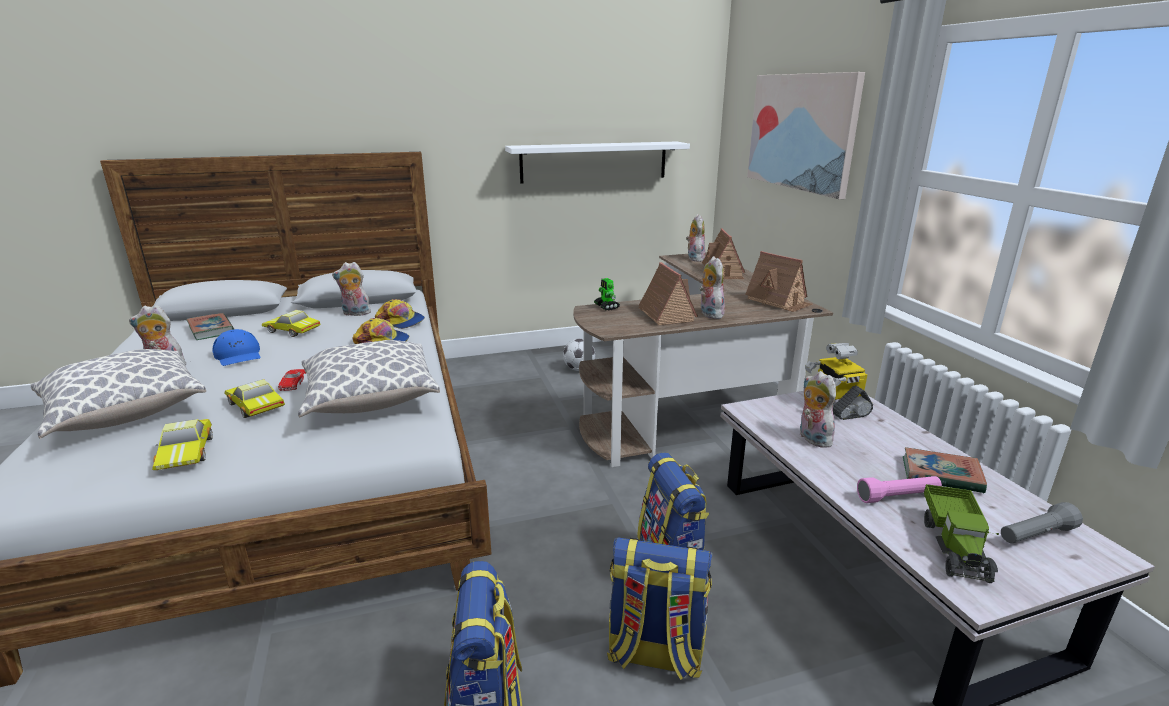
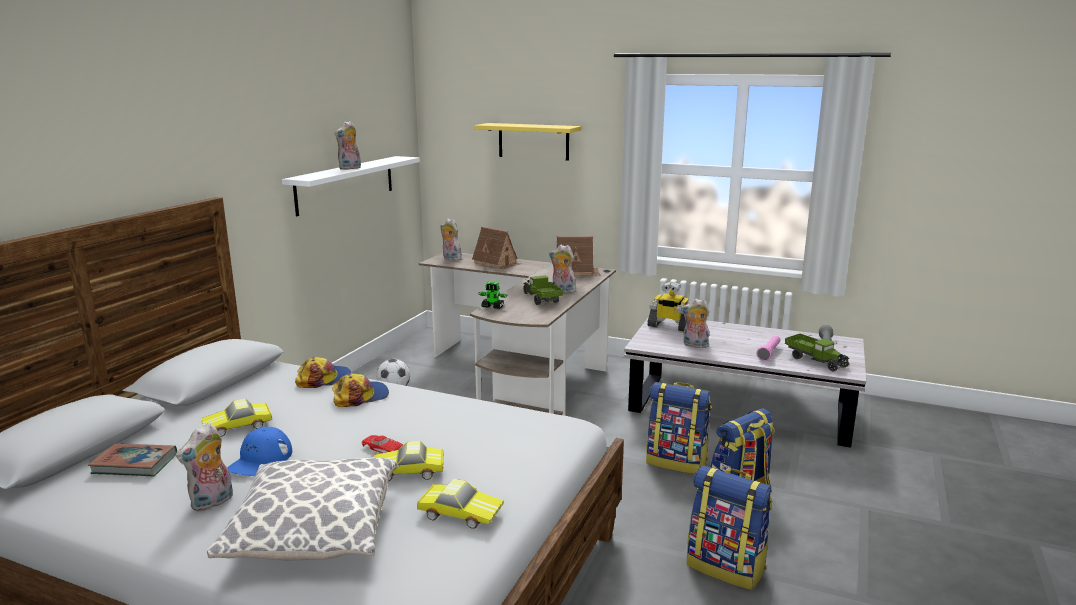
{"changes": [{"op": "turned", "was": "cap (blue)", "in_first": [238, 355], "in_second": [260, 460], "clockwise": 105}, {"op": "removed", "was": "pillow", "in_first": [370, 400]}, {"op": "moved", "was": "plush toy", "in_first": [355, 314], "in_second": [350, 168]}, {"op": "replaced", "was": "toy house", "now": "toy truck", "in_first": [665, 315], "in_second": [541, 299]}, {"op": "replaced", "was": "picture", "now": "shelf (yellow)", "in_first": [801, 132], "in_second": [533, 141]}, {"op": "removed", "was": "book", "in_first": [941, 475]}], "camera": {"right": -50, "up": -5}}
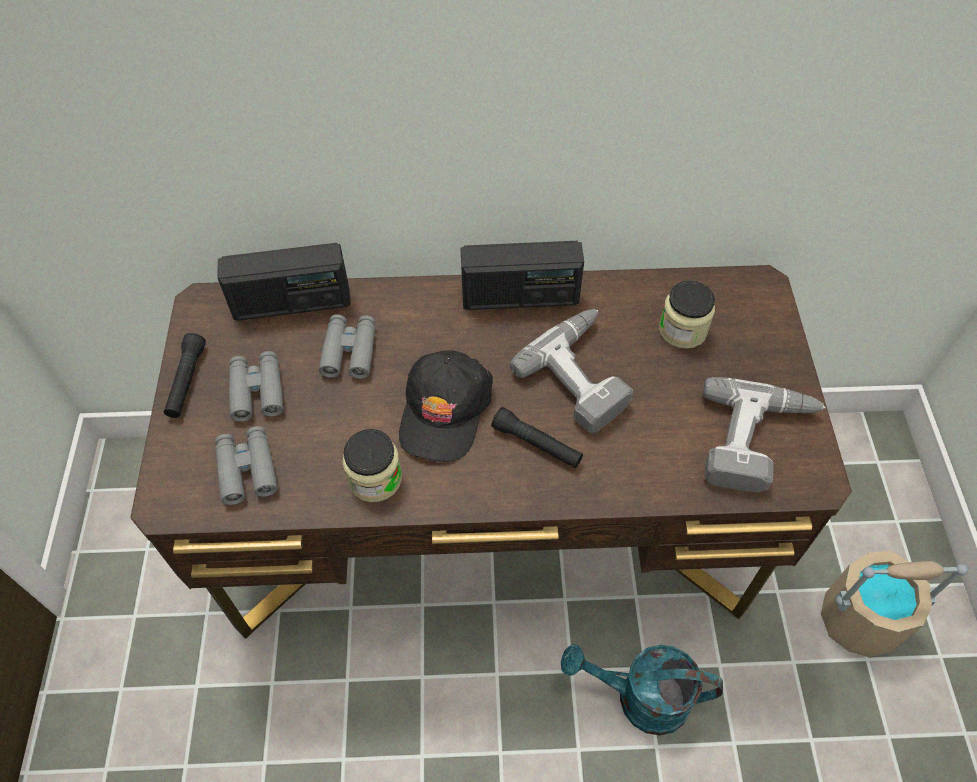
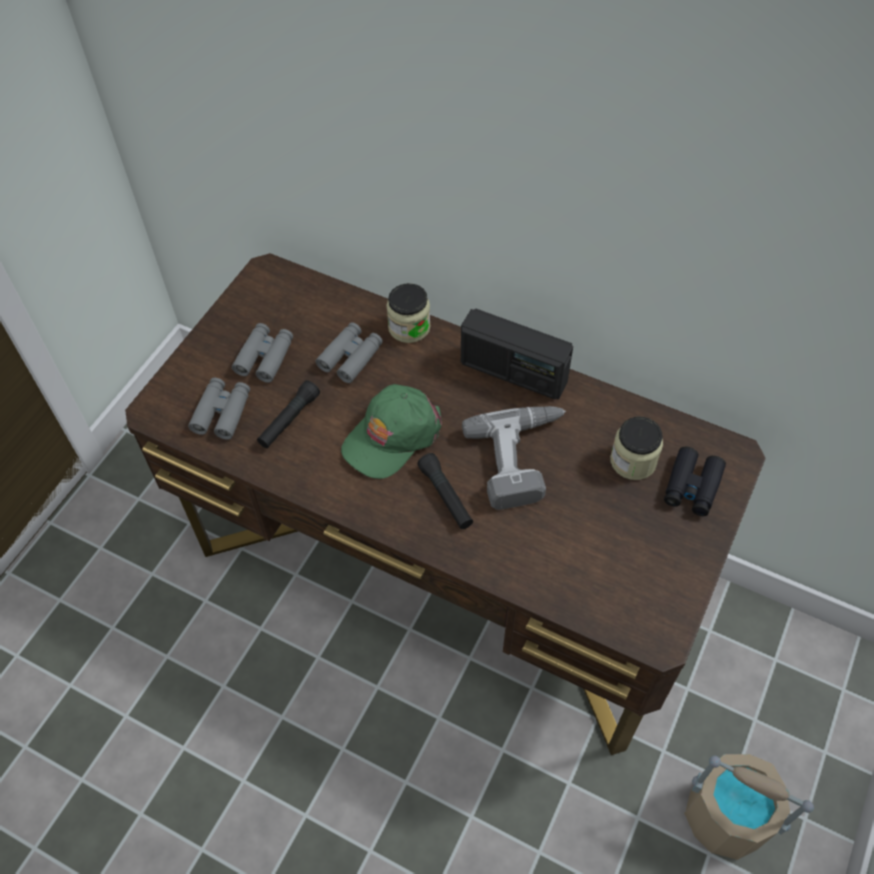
{"changes": [{"op": "moved", "was": "flashlight (black)", "in_first": [186, 381], "in_second": [289, 420]}, {"op": "removed", "was": "radio", "in_first": [292, 303]}, {"op": "moved", "was": "jar", "in_first": [375, 479], "in_second": [409, 327]}, {"op": "recoloured", "was": "cap (black)", "now": "cap (green)", "in_first": [444, 411], "in_second": [391, 436]}, {"op": "removed", "was": "watering can (turquoise)", "in_first": [639, 698]}, {"op": "removed", "was": "power drill", "in_first": [758, 442]}, {"op": "added", "now": "binoculars (black)", "in_second": [692, 486]}], "camera": {"right": 30, "up": 0}}
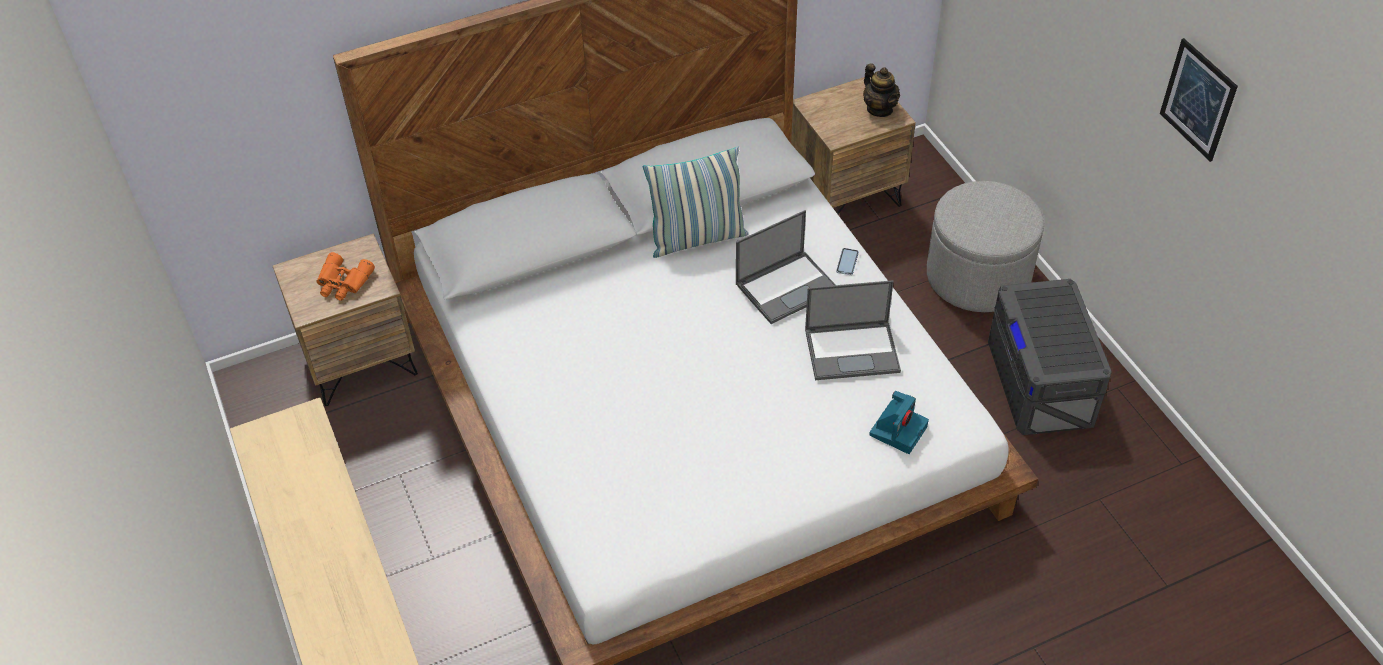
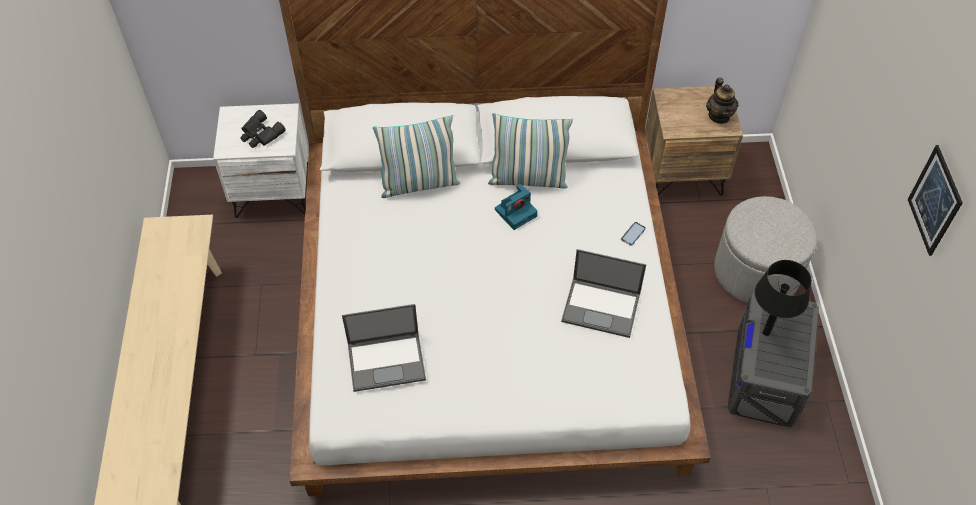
{"changes": [{"op": "recoloured", "was": "nightstand (brown)", "now": "nightstand (white)", "in_first": [360, 361], "in_second": [273, 191]}, {"op": "recoloured", "was": "binoculars (orange)", "now": "binoculars (black)", "in_first": [343, 283], "in_second": [260, 135]}, {"op": "moved", "was": "laptop", "in_first": [787, 286], "in_second": [387, 360]}, {"op": "moved", "was": "photo camera", "in_first": [898, 430], "in_second": [516, 212]}, {"op": "added", "now": "pillow", "in_second": [419, 184]}, {"op": "added", "now": "table lamp (black)", "in_second": [765, 332]}], "camera": {"right": 20, "up": 5}}
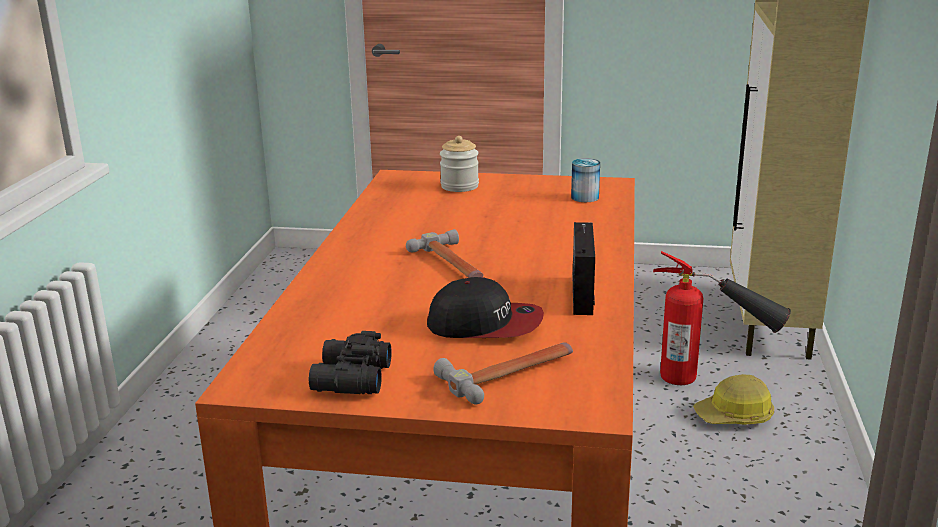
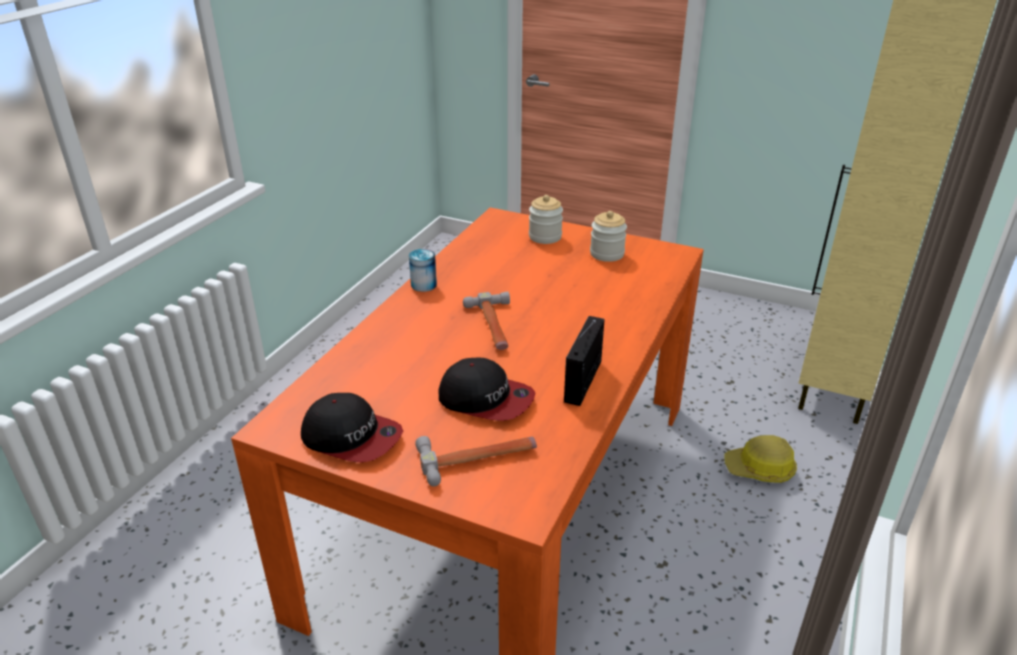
{"changes": [{"op": "replaced", "was": "binoculars (black)", "now": "cap", "in_first": [349, 379], "in_second": [352, 437]}, {"op": "moved", "was": "can", "in_first": [585, 197], "in_second": [423, 285]}, {"op": "removed", "was": "fire extinguisher", "in_first": [712, 380]}, {"op": "added", "now": "jar", "in_second": [607, 254]}], "camera": {"right": 15, "up": 10}}
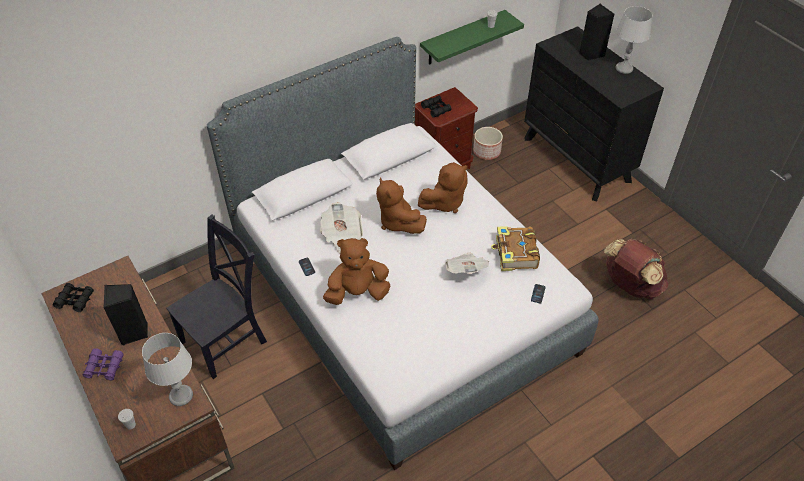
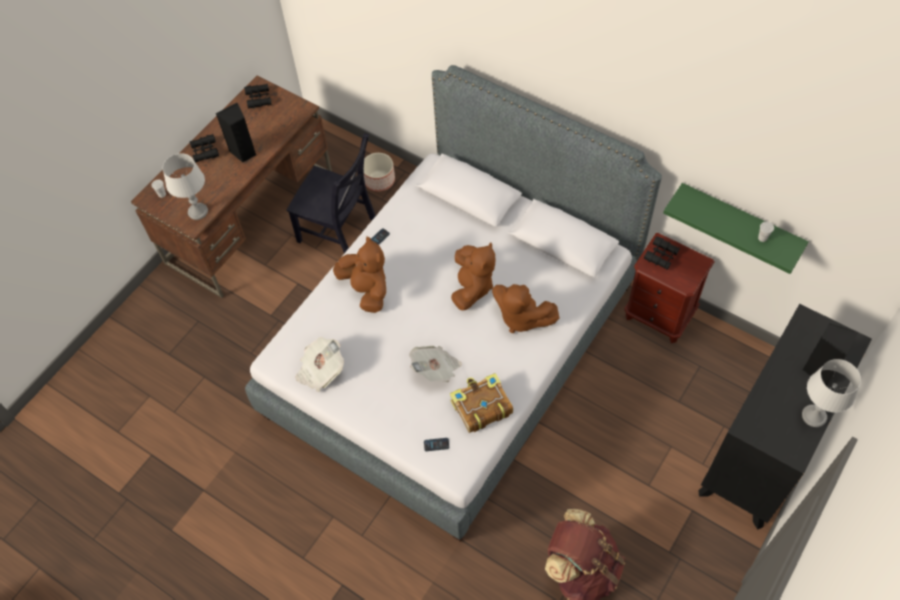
{"changes": [{"op": "recoloured", "was": "binoculars (purple)", "now": "binoculars (black)", "in_first": [104, 367], "in_second": [205, 151]}, {"op": "moved", "was": "newspaper", "in_first": [342, 236], "in_second": [320, 370]}, {"op": "turned", "was": "plush toy (brown)", "in_first": [398, 222], "in_second": [472, 287], "clockwise": 150}, {"op": "moved", "was": "planter", "in_first": [486, 151], "in_second": [379, 180]}], "camera": {"right": 70, "up": 10}}
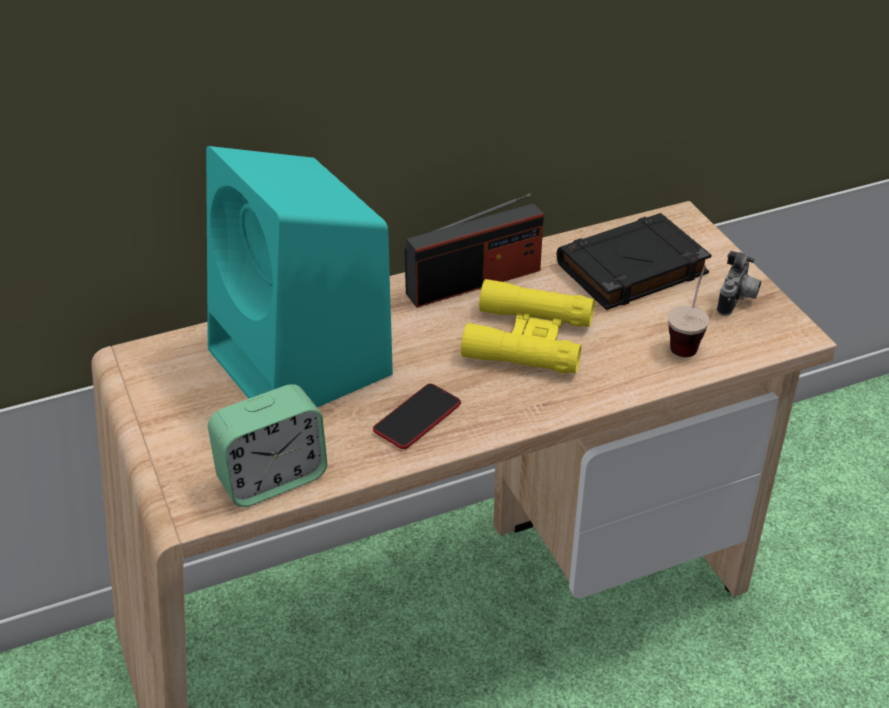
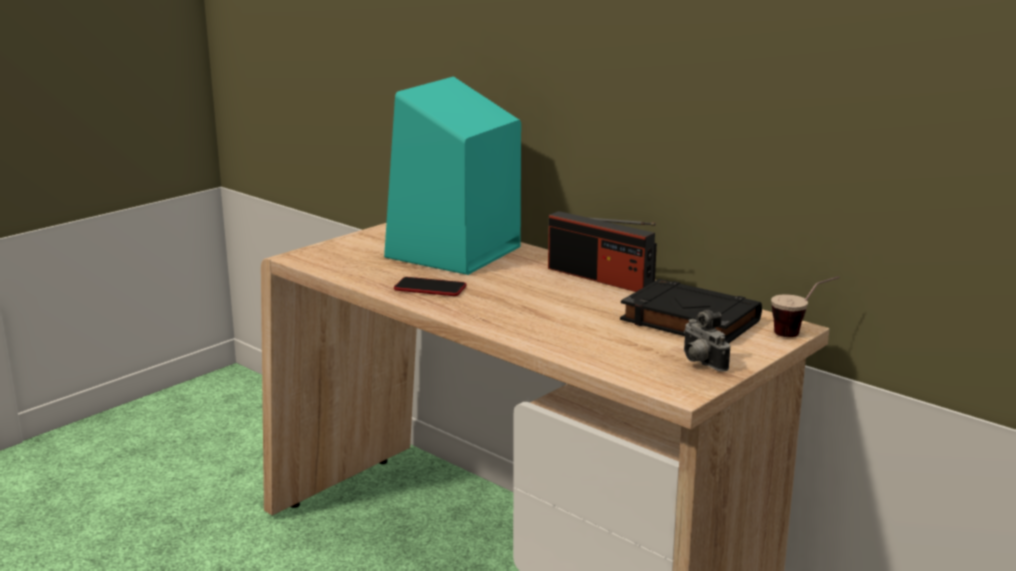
{"changes": [{"op": "removed", "was": "alarm clock", "in_first": [272, 479]}, {"op": "removed", "was": "binoculars (yellow)", "in_first": [528, 339]}, {"op": "moved", "was": "cup", "in_first": [687, 339], "in_second": [801, 333]}, {"op": "turned", "was": "photo camera", "in_first": [737, 301], "in_second": [700, 363], "clockwise": 60}], "camera": {"right": 65, "up": -20}}
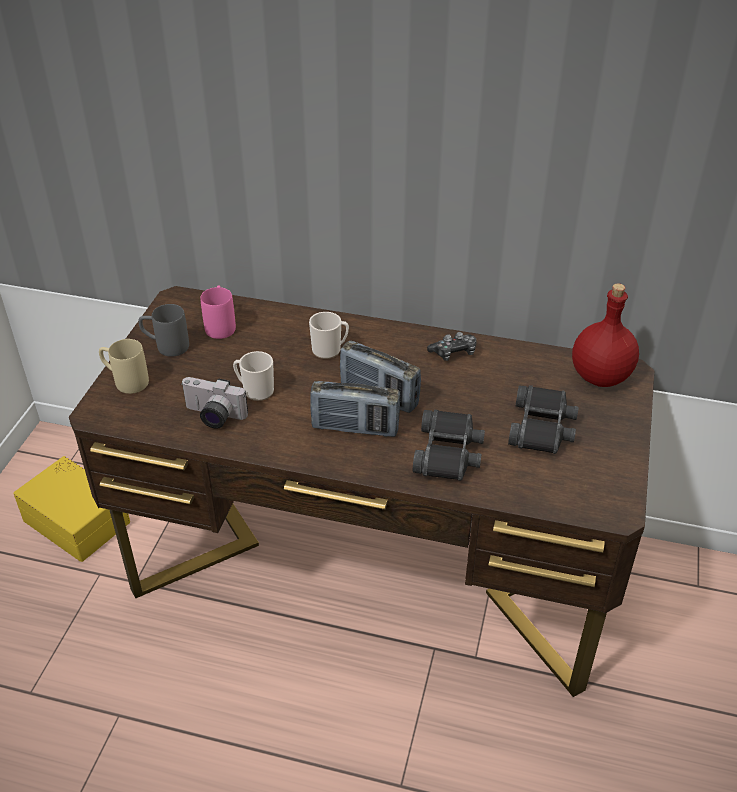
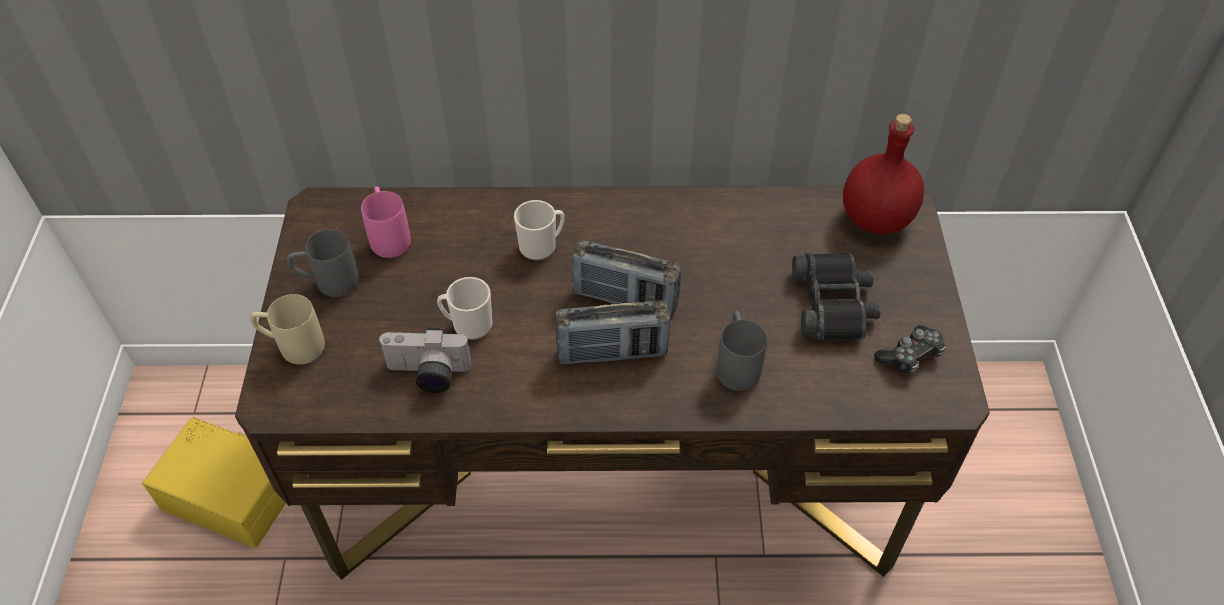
{"changes": [{"op": "replaced", "was": "binoculars (black)", "now": "mug (grey)", "in_first": [448, 453], "in_second": [736, 364]}, {"op": "moved", "was": "game controller", "in_first": [454, 352], "in_second": [910, 355]}], "camera": {"right": -15, "up": 10}}
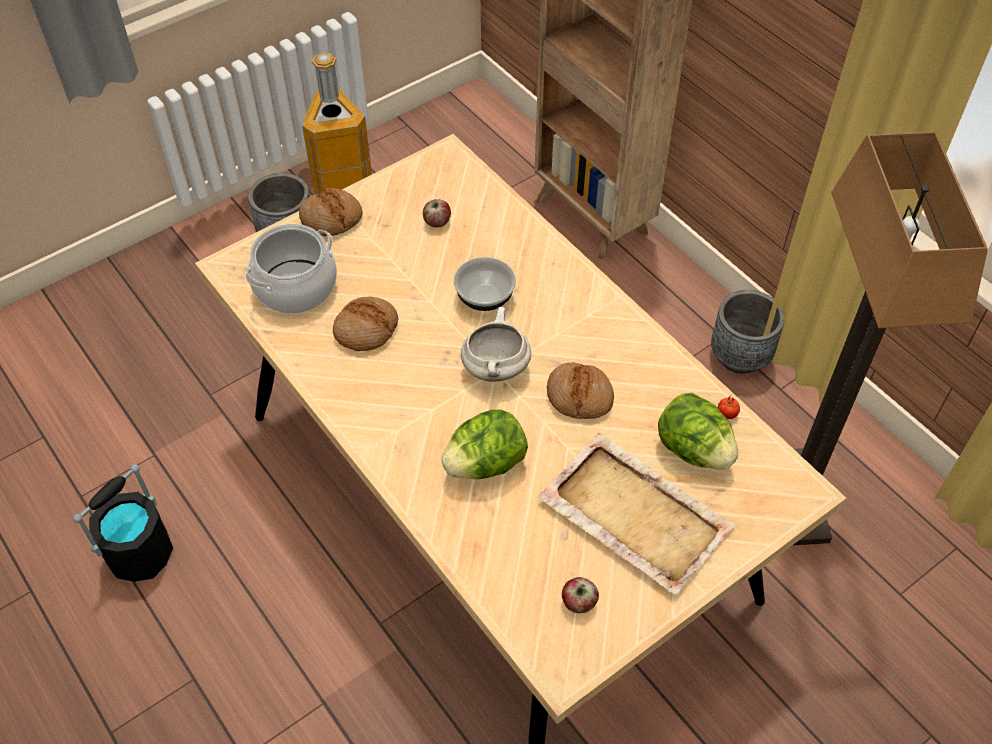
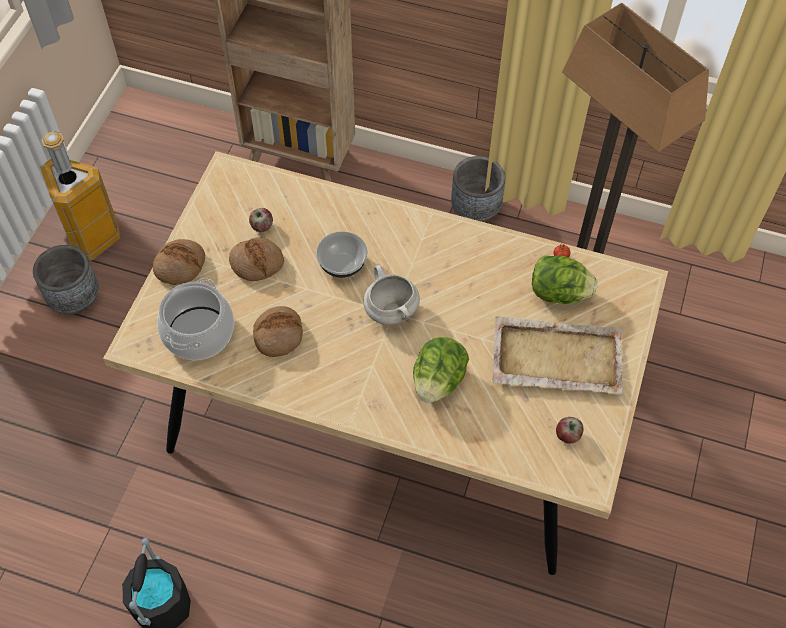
{"changes": [{"op": "moved", "was": "bread", "in_first": [579, 396], "in_second": [257, 263]}], "camera": {"right": -35, "up": 5}}
